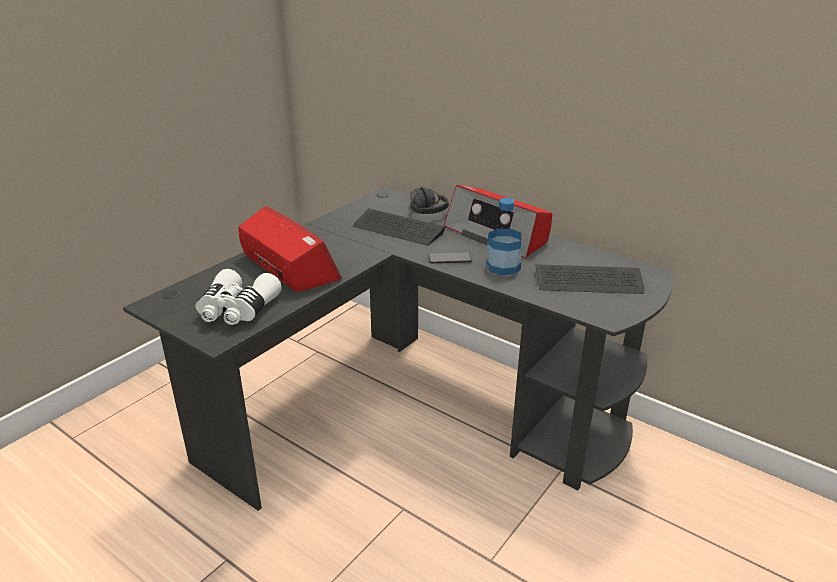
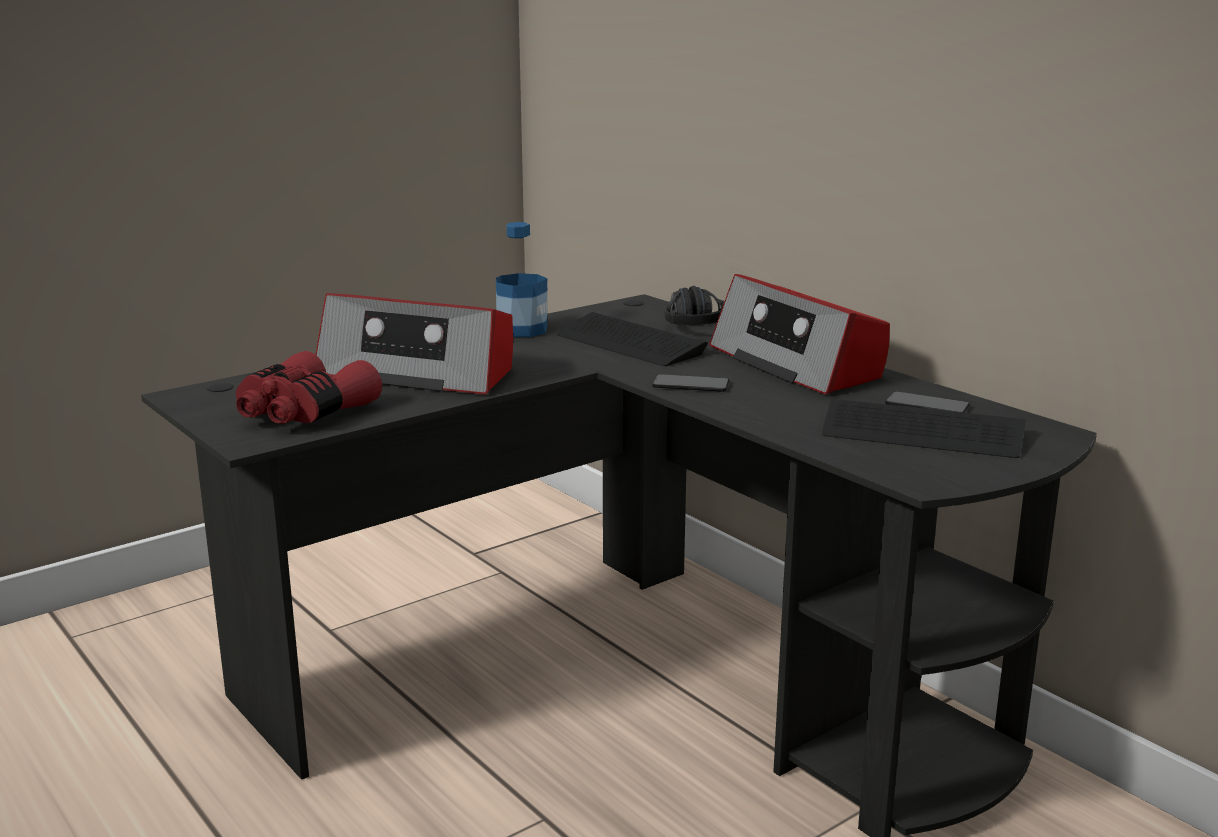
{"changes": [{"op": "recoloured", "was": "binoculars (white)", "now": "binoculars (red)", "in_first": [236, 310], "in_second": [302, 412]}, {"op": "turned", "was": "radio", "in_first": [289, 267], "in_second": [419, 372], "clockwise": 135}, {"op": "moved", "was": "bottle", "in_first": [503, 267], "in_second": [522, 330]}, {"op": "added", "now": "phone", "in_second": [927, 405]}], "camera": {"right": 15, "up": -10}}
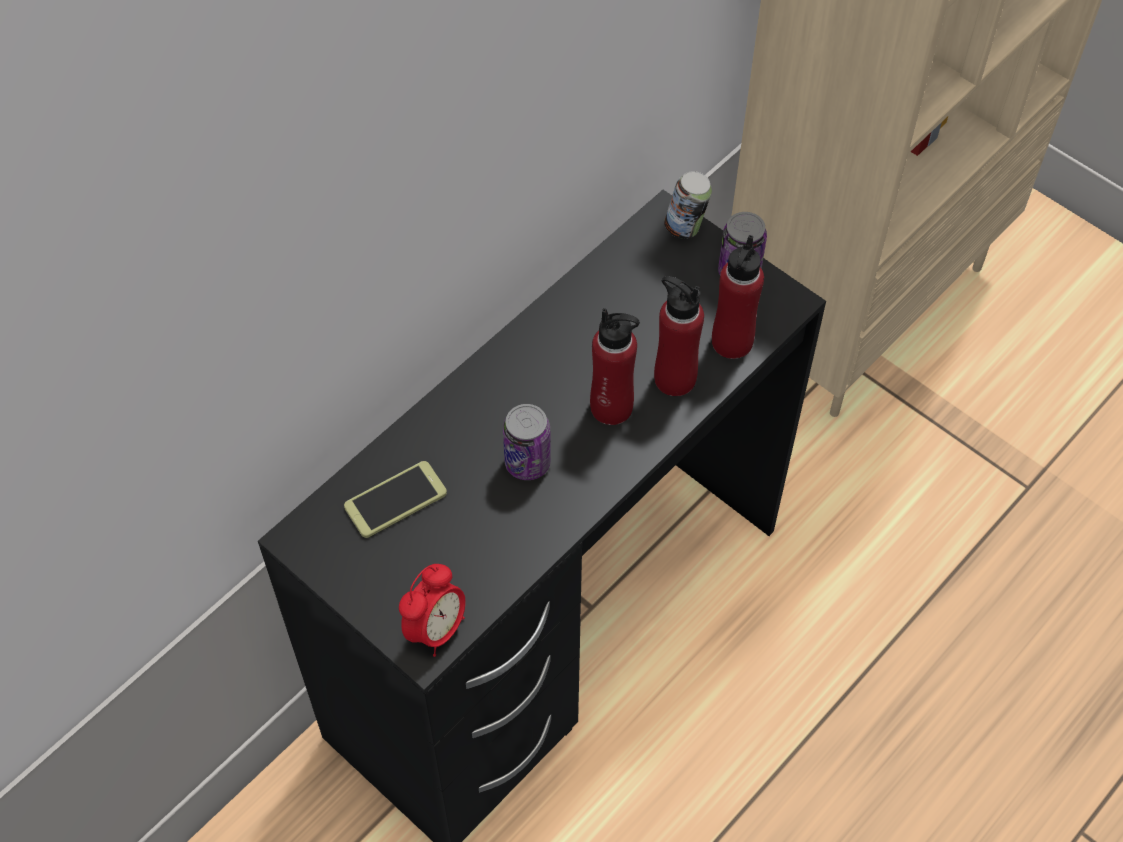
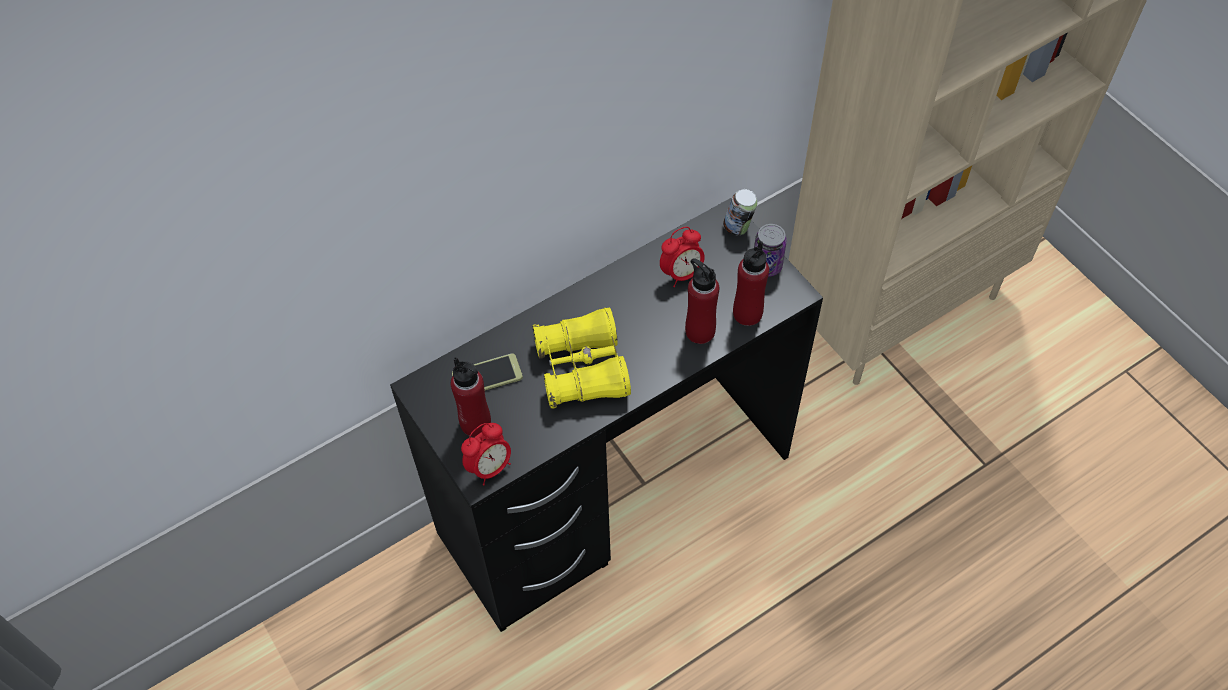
{"changes": [{"op": "replaced", "was": "can", "now": "binoculars (yellow)", "in_first": [527, 463], "in_second": [582, 368]}, {"op": "moved", "was": "bottle (red)", "in_first": [611, 407], "in_second": [475, 423]}, {"op": "added", "now": "alarm clock", "in_second": [682, 274]}], "camera": {"right": 15, "up": 0}}
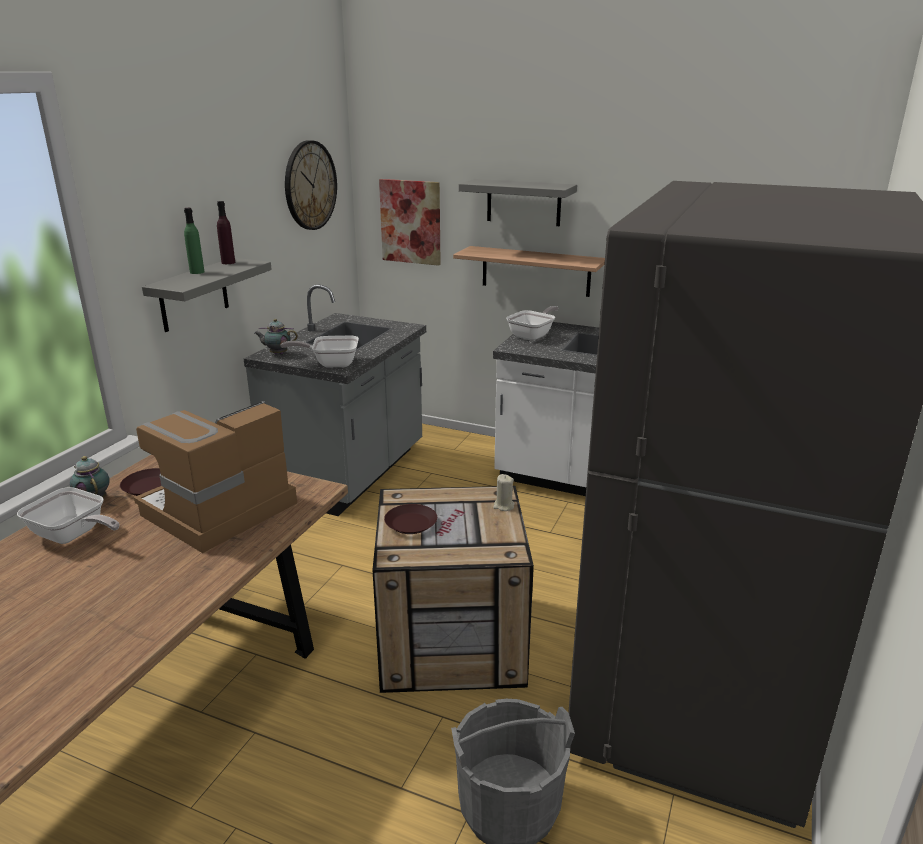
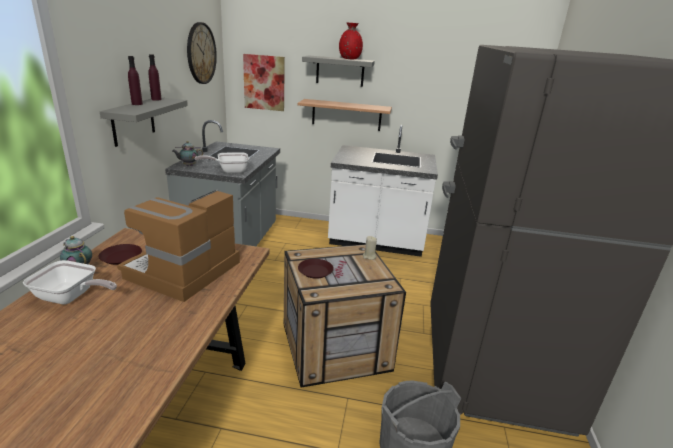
{"changes": [{"op": "recoloured", "was": "bottle (green)", "now": "bottle (purple)", "in_first": [197, 272], "in_second": [137, 104]}, {"op": "removed", "was": "frying pan", "in_first": [533, 335]}, {"op": "added", "now": "vase (red)", "in_second": [349, 59]}], "camera": {"right": -15, "up": 0}}
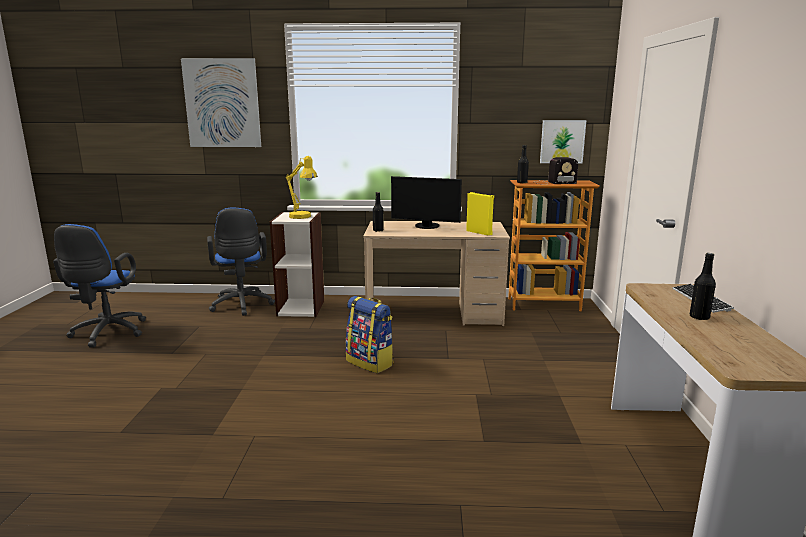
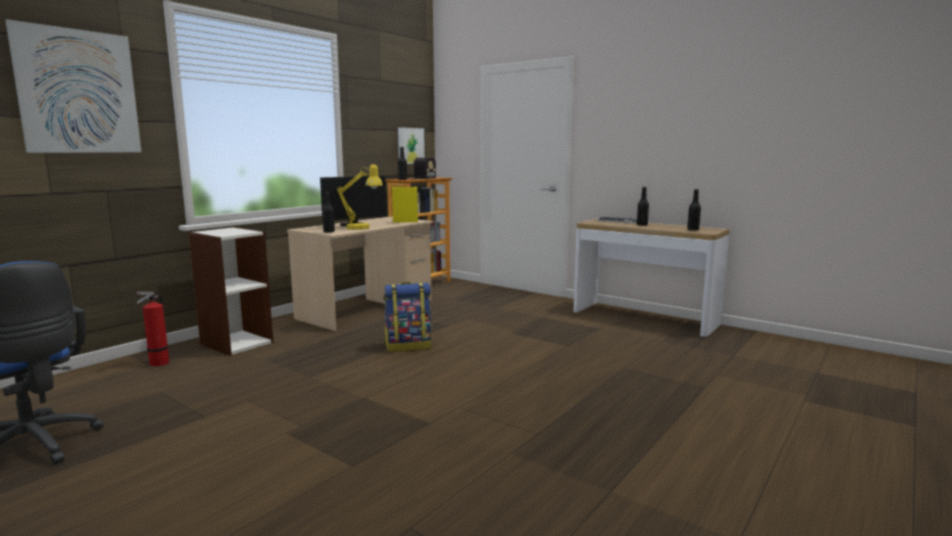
{"changes": [{"op": "replaced", "was": "office chair (blue)", "now": "fire extinguisher", "in_first": [242, 306], "in_second": [157, 364]}, {"op": "moved", "was": "table lamp (yellow)", "in_first": [303, 217], "in_second": [363, 228]}, {"op": "added", "now": "bottle (black)", "in_second": [693, 230]}], "camera": {"right": -55, "up": -5}}
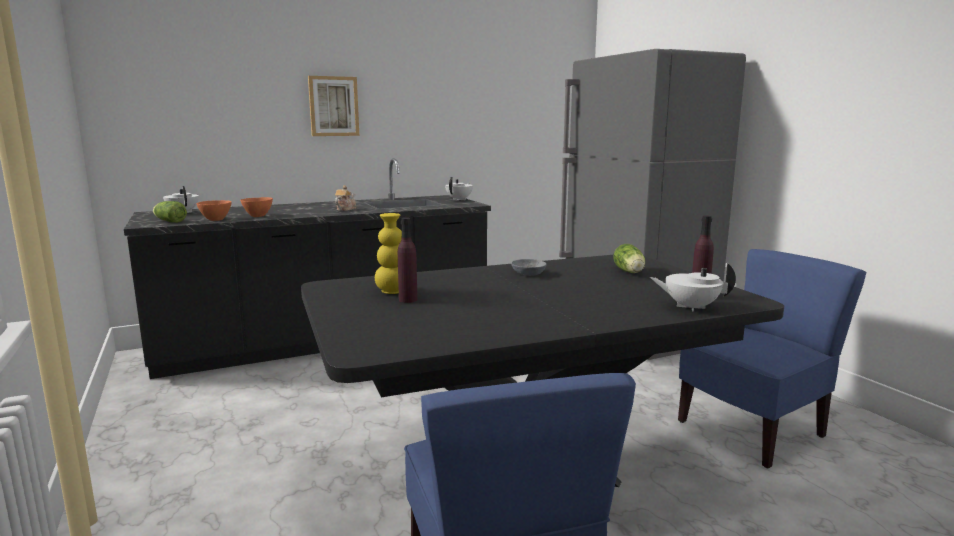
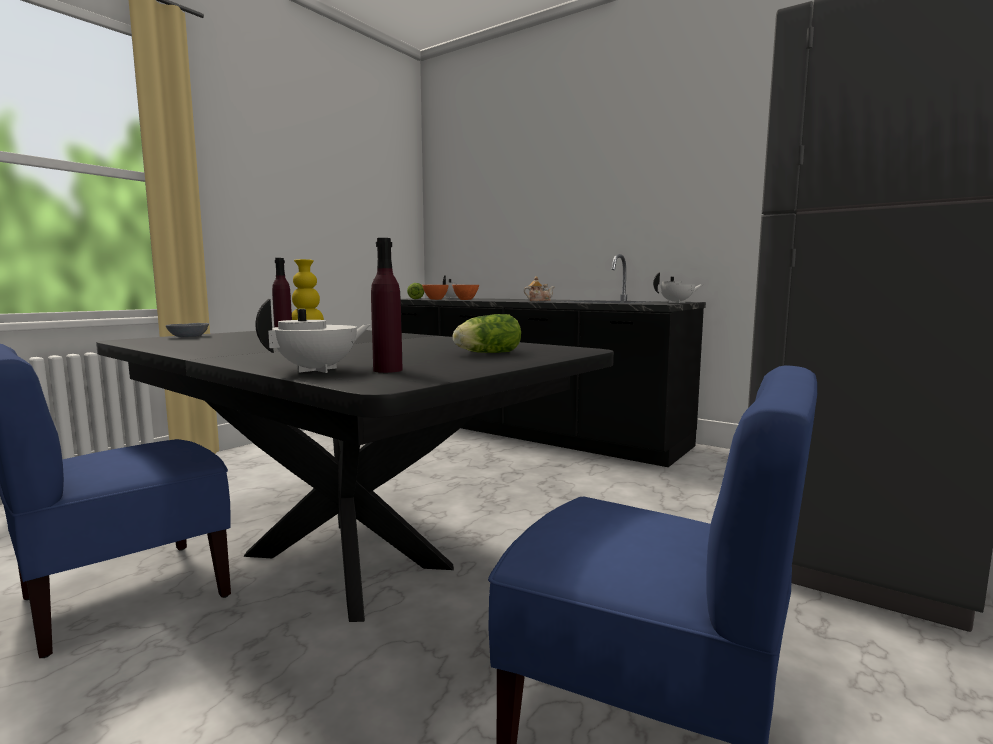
{"changes": [{"op": "removed", "was": "picture", "in_first": [333, 106]}, {"op": "moved", "was": "bowl (grey)", "in_first": [527, 274], "in_second": [188, 336]}, {"op": "turned", "was": "teapot (white)", "in_first": [690, 307], "in_second": [318, 370], "clockwise": 60}], "camera": {"right": 60, "up": -5}}
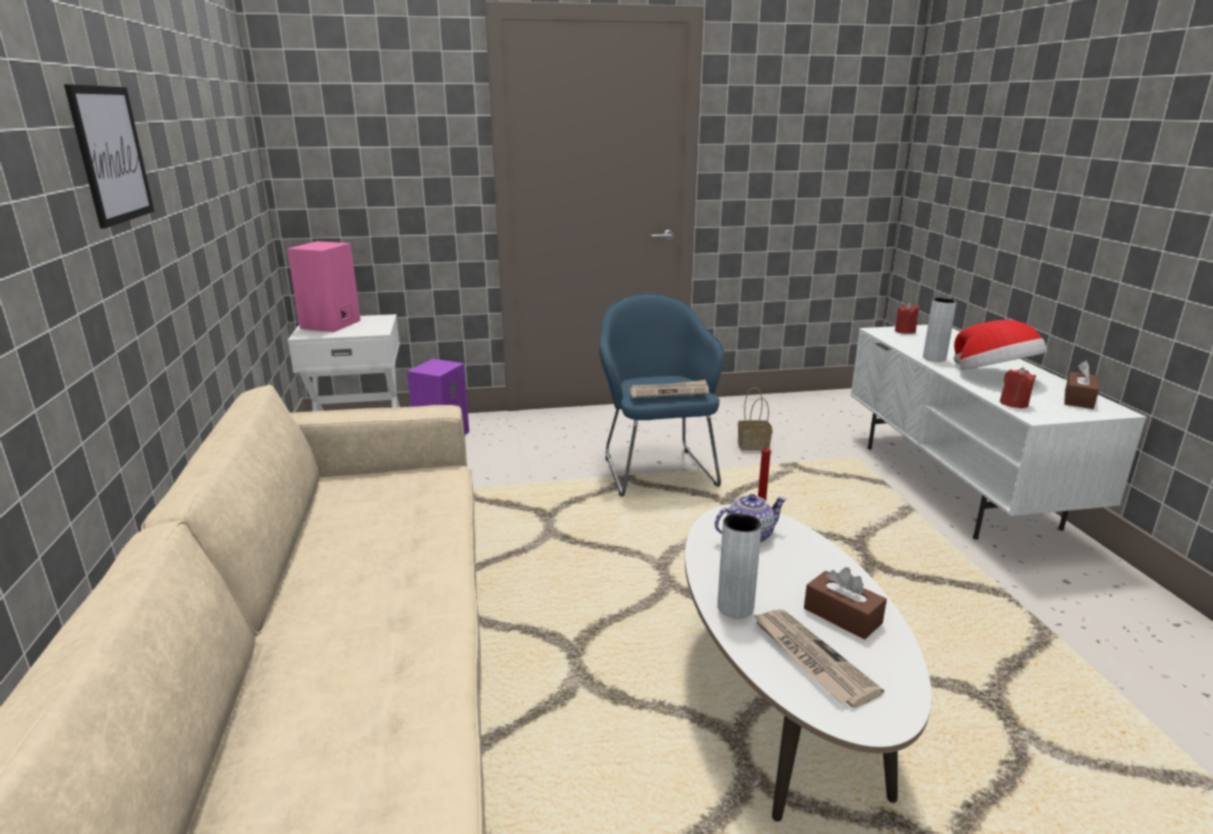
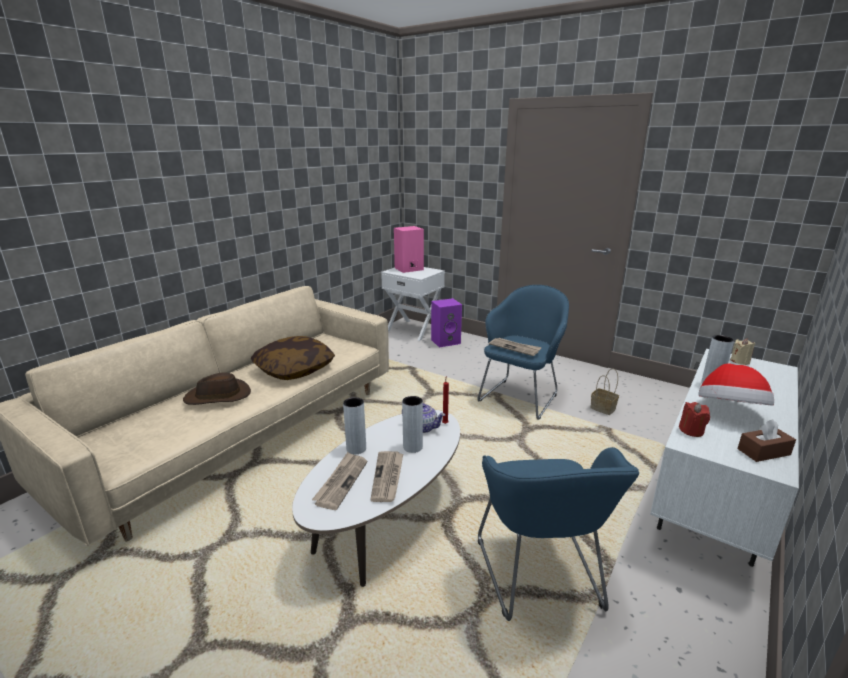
{"changes": [{"op": "removed", "was": "picture", "in_first": [111, 154]}, {"op": "replaced", "was": "tissue box (brown)", "now": "newspaper", "in_first": [842, 616], "in_second": [388, 477]}, {"op": "recoloured", "was": "candle (red)", "now": "candle (beige)", "in_first": [905, 331], "in_second": [740, 361]}, {"op": "added", "now": "hat (brown)", "in_second": [218, 396]}, {"op": "added", "now": "pillow", "in_second": [294, 369]}, {"op": "added", "now": "vase (grey)", "in_second": [412, 447]}, {"op": "added", "now": "armchair (blue)", "in_second": [541, 578]}], "camera": {"right": 45, "up": 0}}
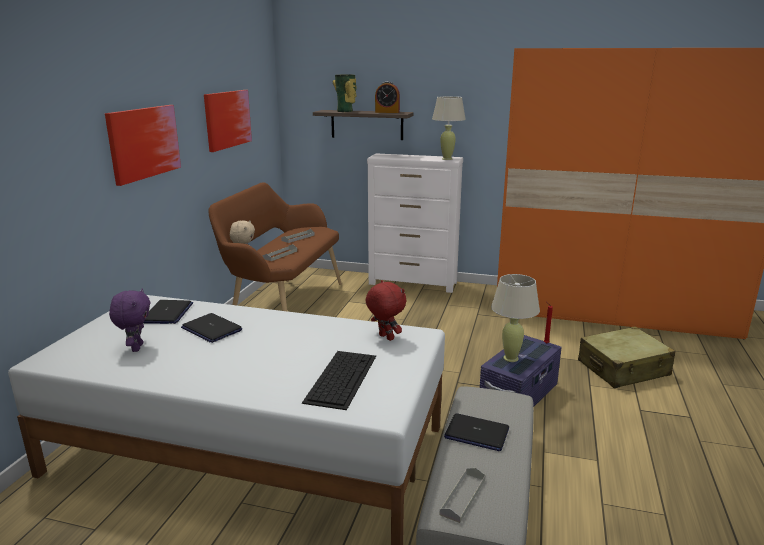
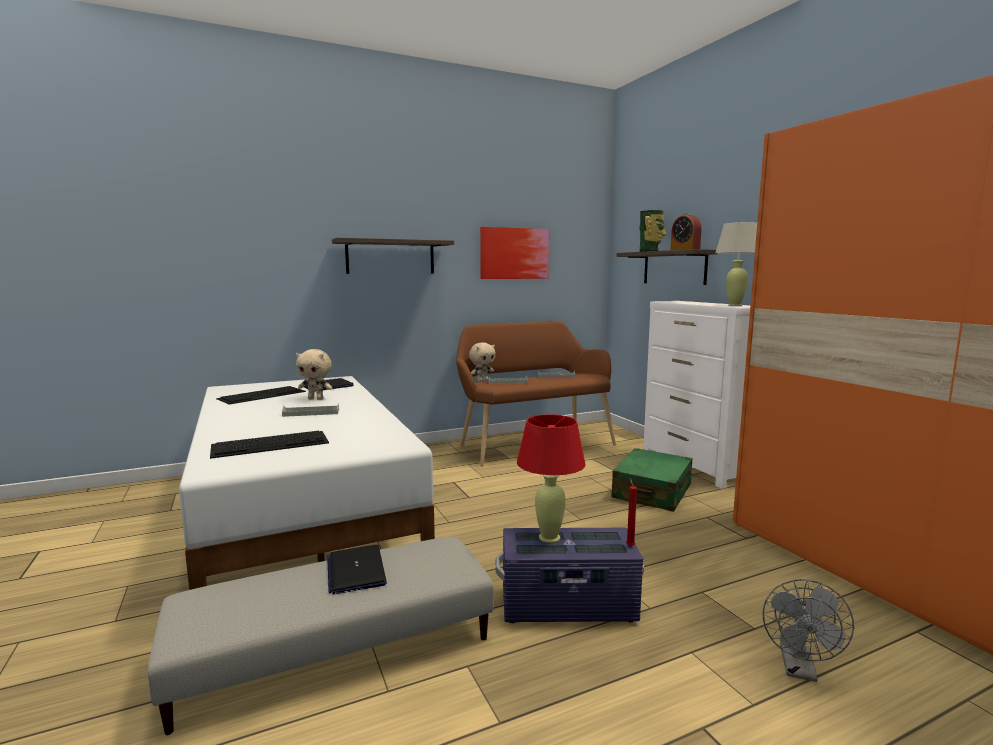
{"changes": [{"op": "replaced", "was": "picture", "now": "shelf", "in_first": [144, 142], "in_second": [390, 257]}, {"op": "replaced", "was": "plush toy (purple)", "now": "keyboard", "in_first": [136, 348], "in_second": [263, 395]}, {"op": "replaced", "was": "laptop", "now": "plush toy (beige)", "in_first": [211, 329], "in_second": [316, 399]}, {"op": "removed", "was": "plush toy (red)", "in_first": [385, 337]}, {"op": "moved", "was": "tray (grey)", "in_first": [463, 497], "in_second": [311, 413]}, {"op": "recoloured", "was": "table lamp (beige)", "now": "table lamp (red)", "in_first": [510, 358], "in_second": [549, 537]}, {"op": "replaced", "was": "suitcase (beige)", "now": "fan (grey)", "in_first": [623, 369], "in_second": [800, 670]}, {"op": "added", "now": "suitcase (green)", "in_second": [652, 492]}], "camera": {"right": 50, "up": -10}}
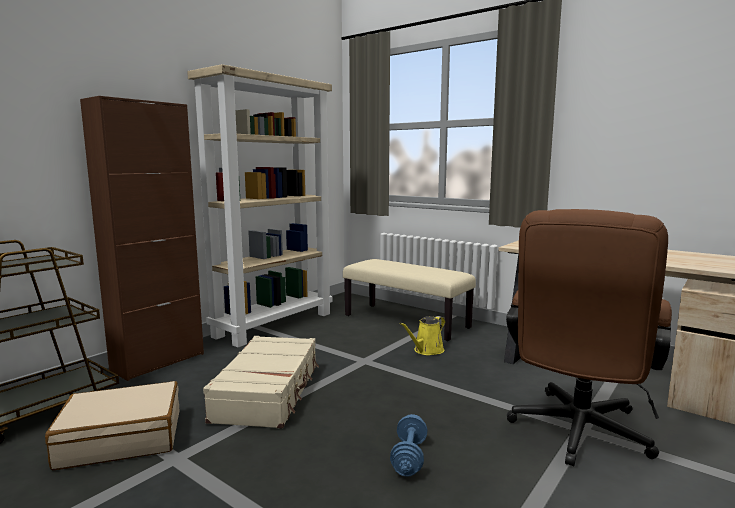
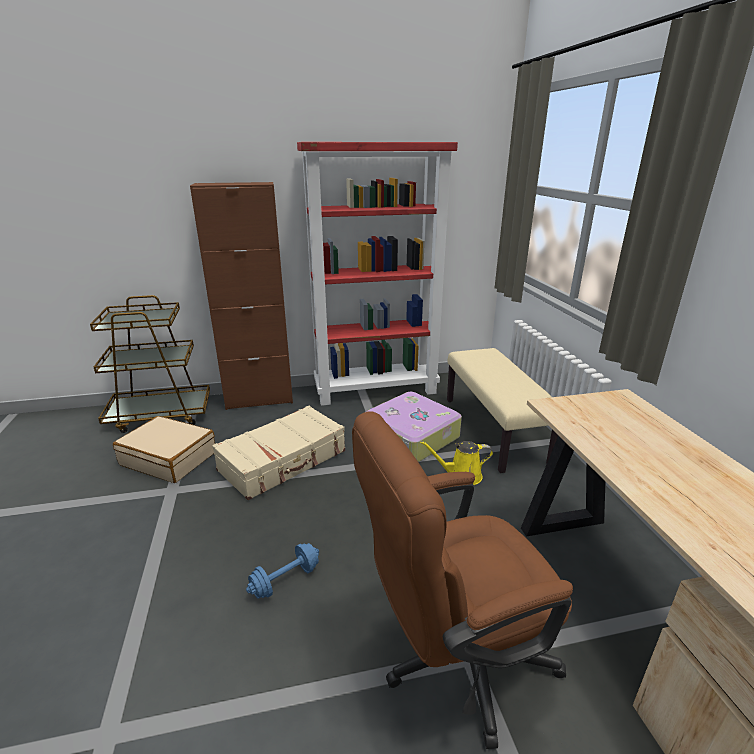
{"changes": [{"op": "recoloured", "was": "bookcase (beige)", "now": "bookcase (red)", "in_first": [274, 324], "in_second": [376, 390]}, {"op": "added", "now": "suitcase", "in_second": [411, 437]}], "camera": {"right": 40, "up": 15}}
